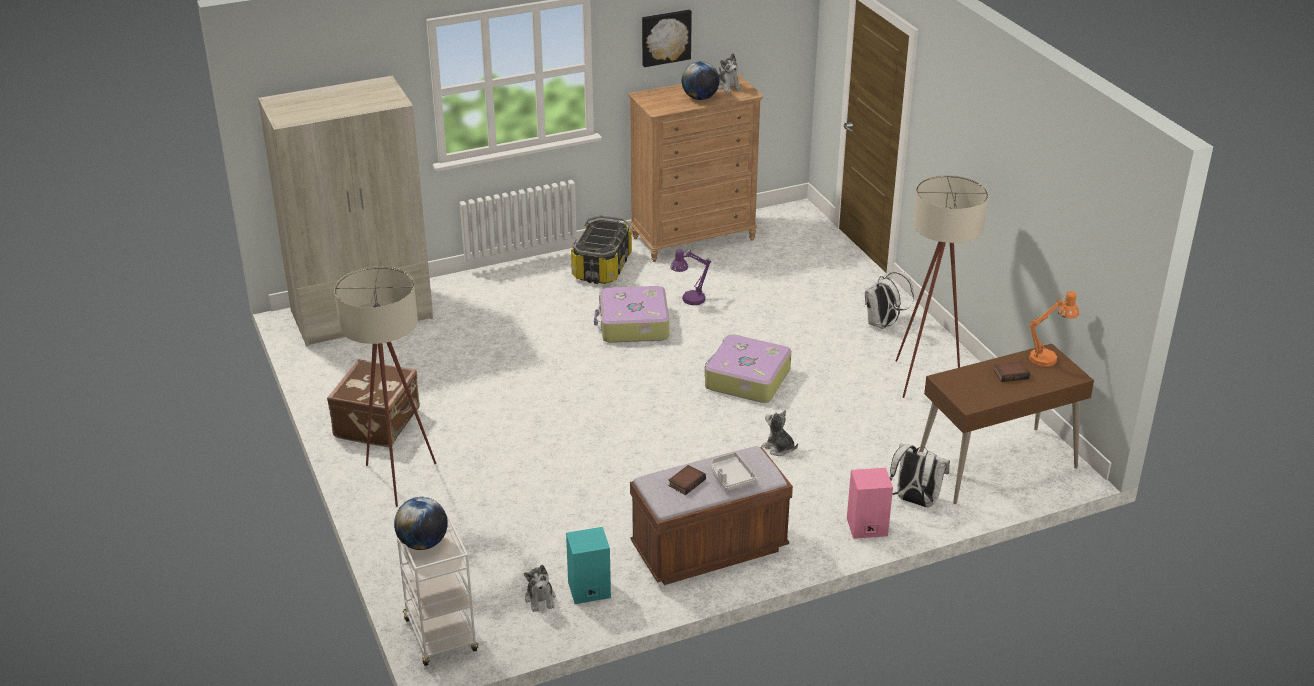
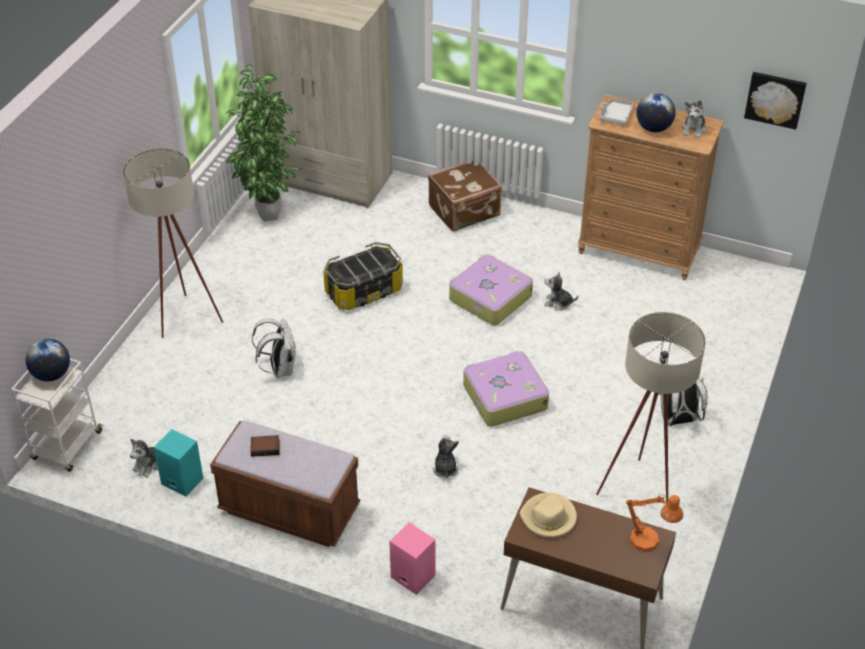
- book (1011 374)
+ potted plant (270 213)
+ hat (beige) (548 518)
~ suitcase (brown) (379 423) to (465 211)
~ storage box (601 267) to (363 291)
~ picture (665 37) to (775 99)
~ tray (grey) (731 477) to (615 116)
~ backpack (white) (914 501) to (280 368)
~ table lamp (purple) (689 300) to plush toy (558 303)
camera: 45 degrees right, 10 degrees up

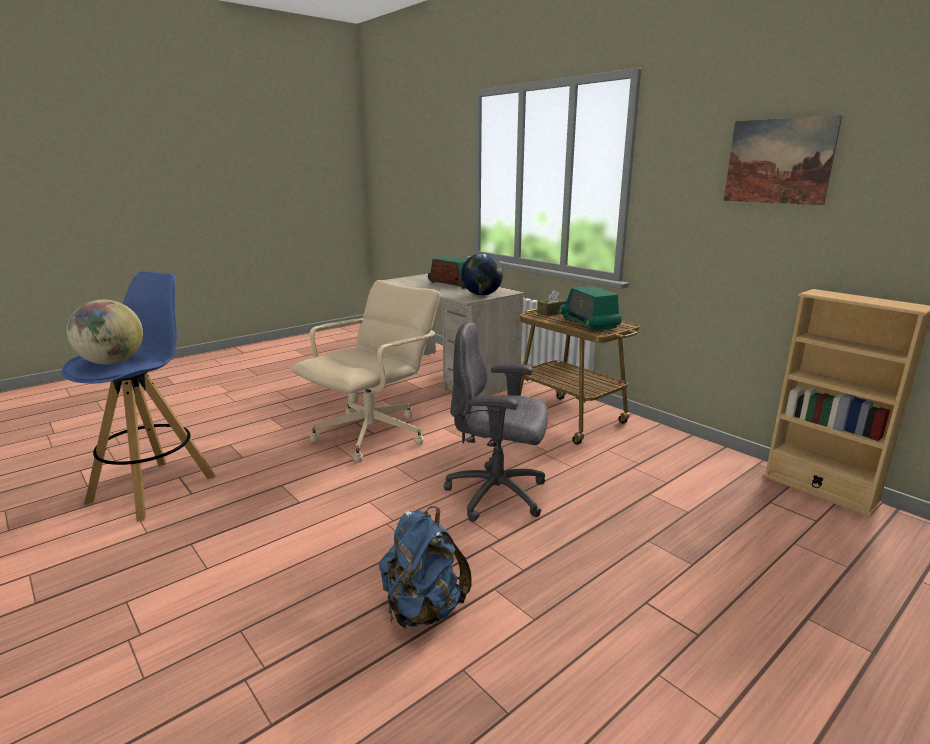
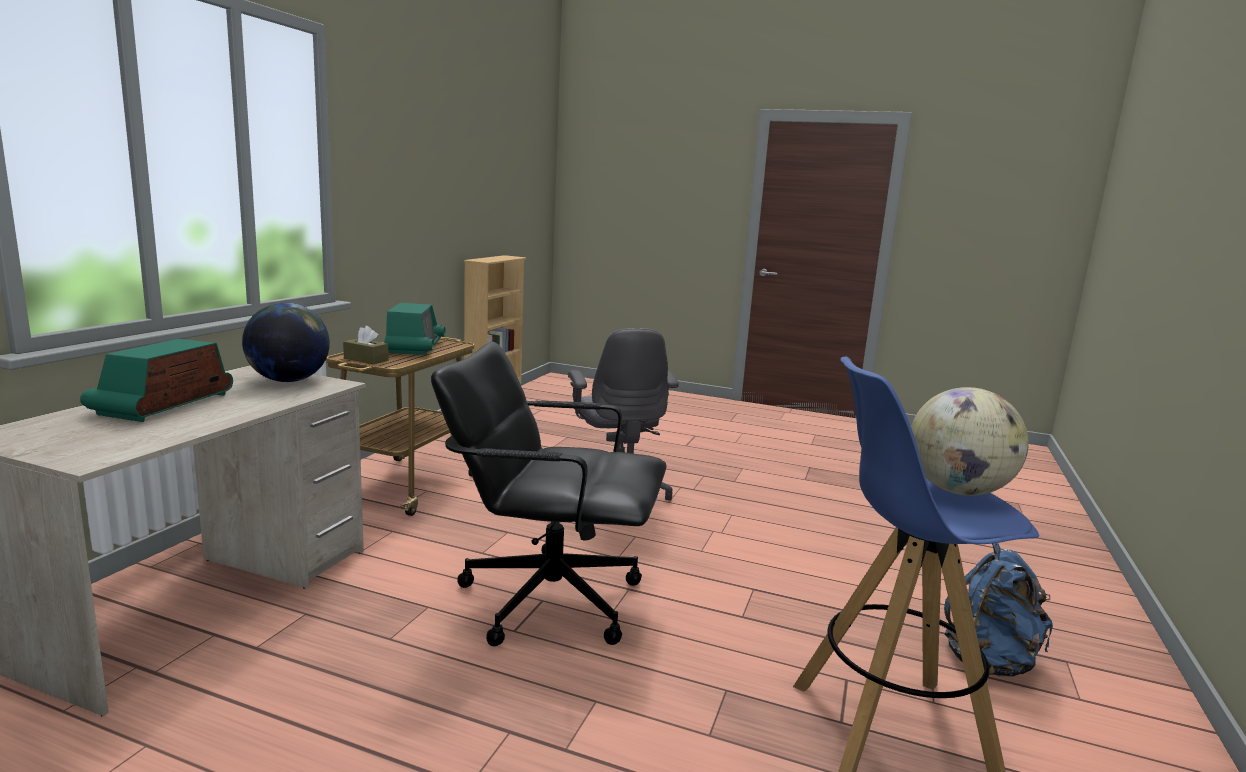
- picture (778 161)
~ backpack (blue) (423 609) to (990 662)
~ office chair (beige) (373 435) to office chair (black) (549 598)
~ radio (588 322) = (415 346) 45 degrees counterclockwise
camera: 120 degrees left, 5 degrees down

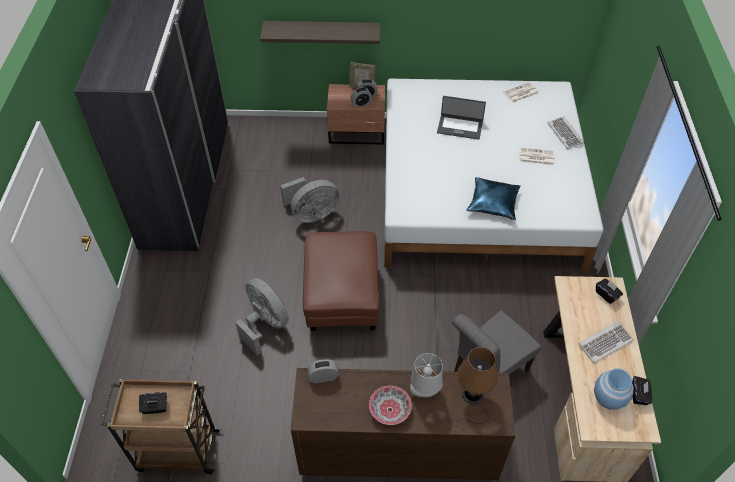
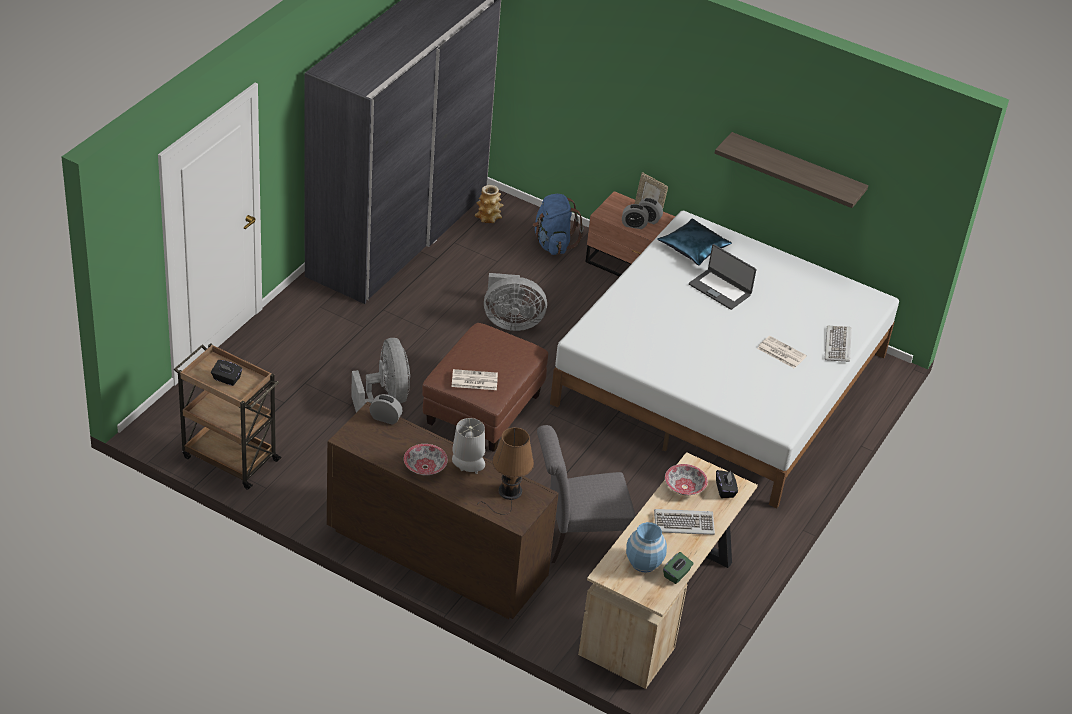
+ vase (488 218)
+ backpack (blue) (553 244)
+ bowl (685 487)
~ shelf (322 31) to (796 170)
~ pillow (blue) (493 203) to (694 248)
~ newspaper (520 93) to (474 380)
~ tissue box (black) (639 395) to tissue box (green) (677 574)
camera: 25 degrees right, 10 degrees down

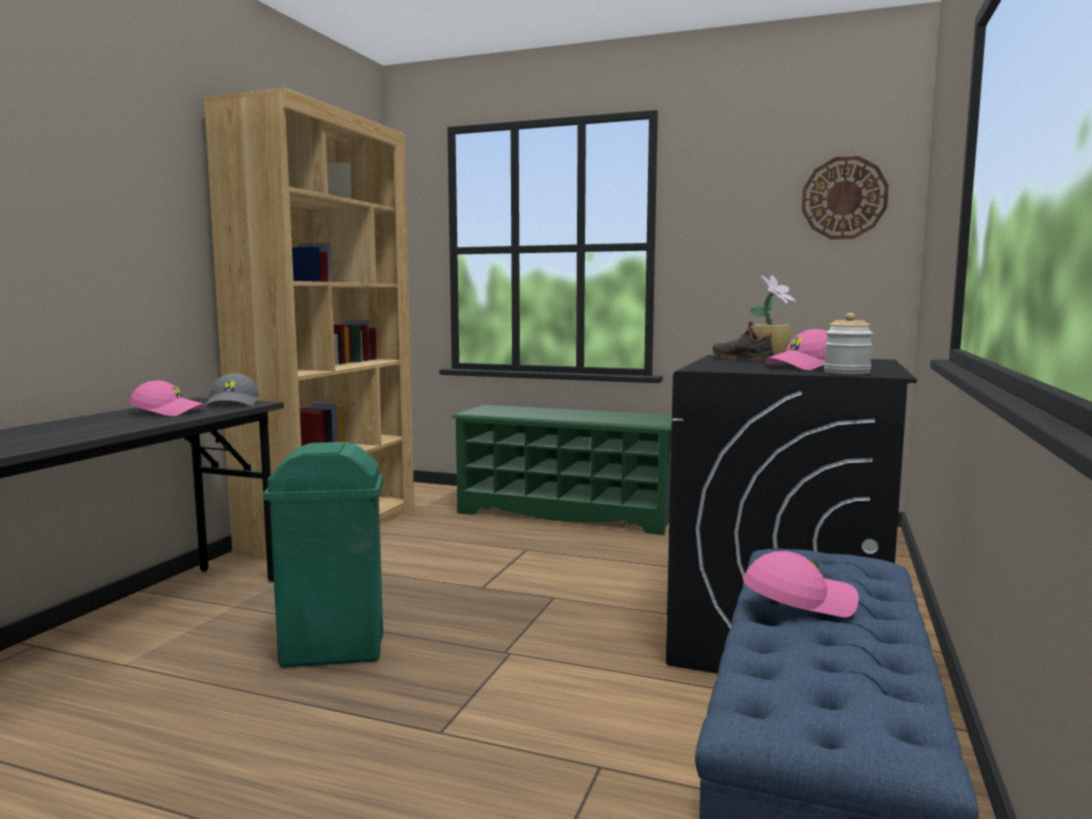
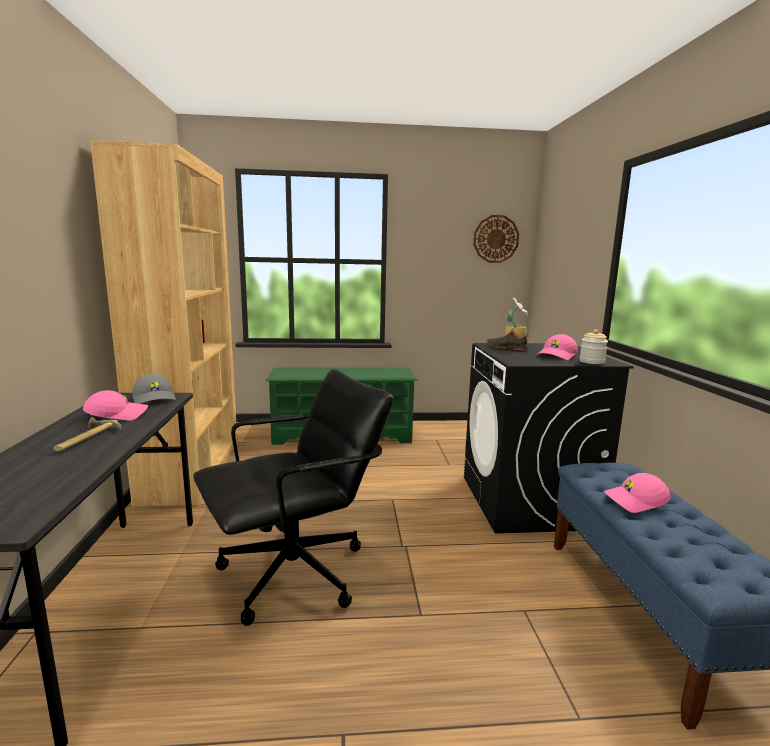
+ hammer (85 439)
~ trash can (green) (334 652) to office chair (black) (295 573)
~ cap (pink) (798 601) = (635 501) 150 degrees counterclockwise
camera: 25 degrees left, 5 degrees up

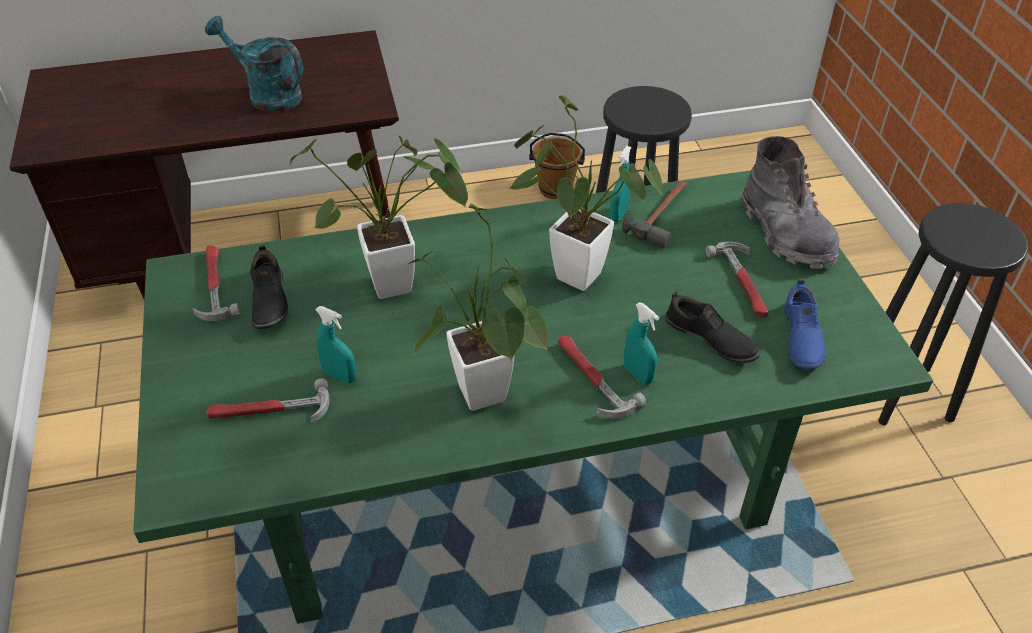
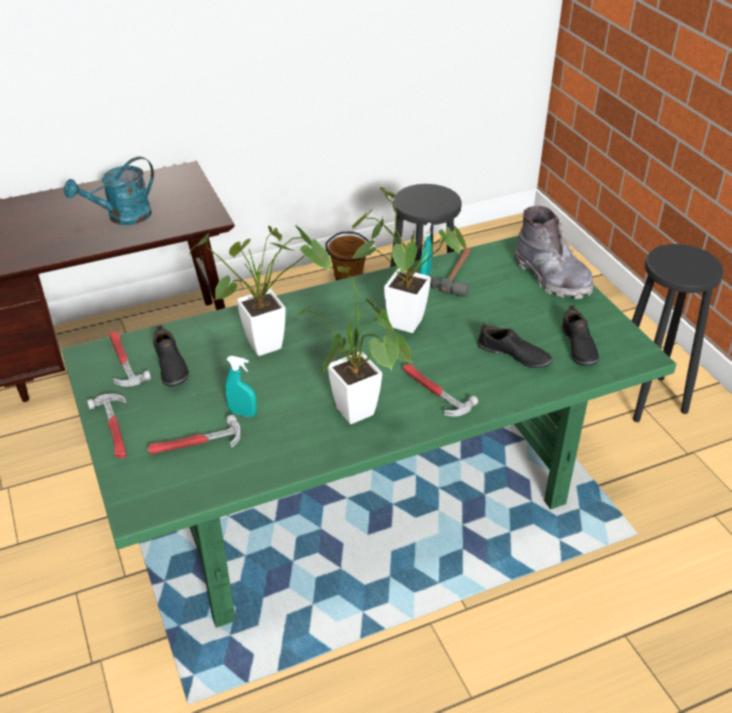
- spray bottle (turquoise) (638 374)
~ hammer (743 283) to (115 429)
~ shoe (blue) (800 338) to shoe (black) (578 347)
~ watering can (turquoise) (267 95) = (122 217) 60 degrees counterclockwise
camera: 10 degrees left, 5 degrees down

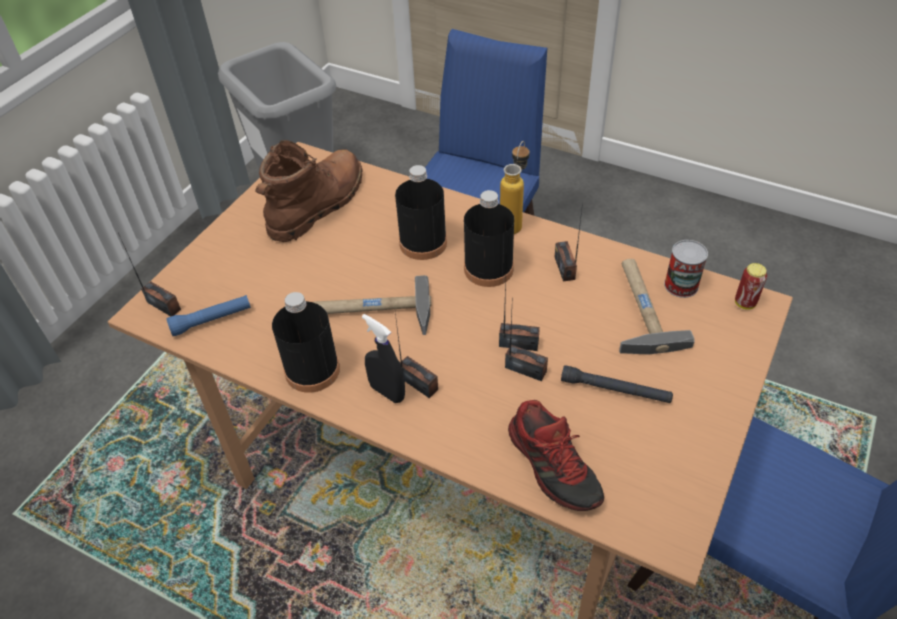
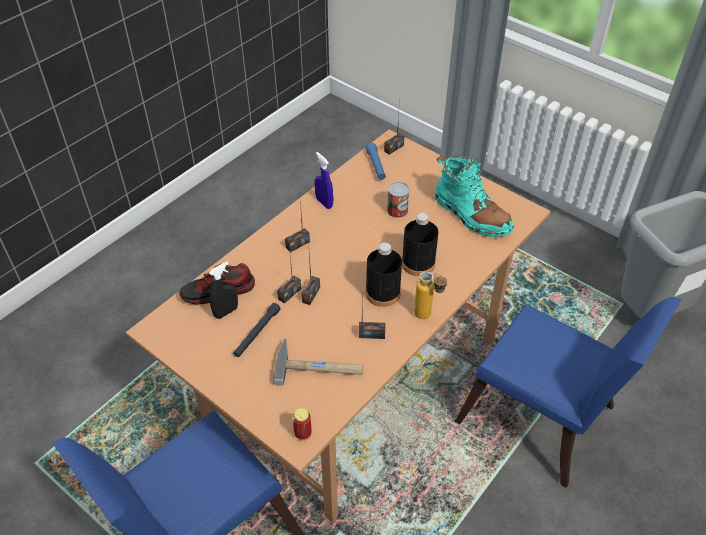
- hammer (372 312)
~ spray bottle (black) (387 392) to (226 312)
~ can (681 285) to (397 210)
~ bottle (black) (312 370) to spray bottle (blue) (324 203)
~ boot (brown) (317 205) to boot (turquoise) (471 215)
camera: 100 degrees right, 0 degrees up

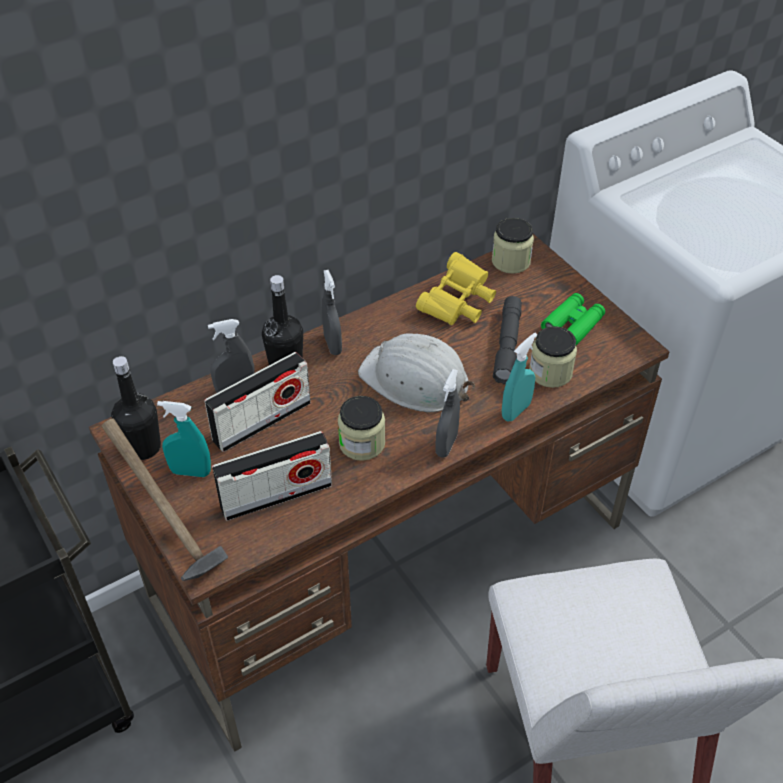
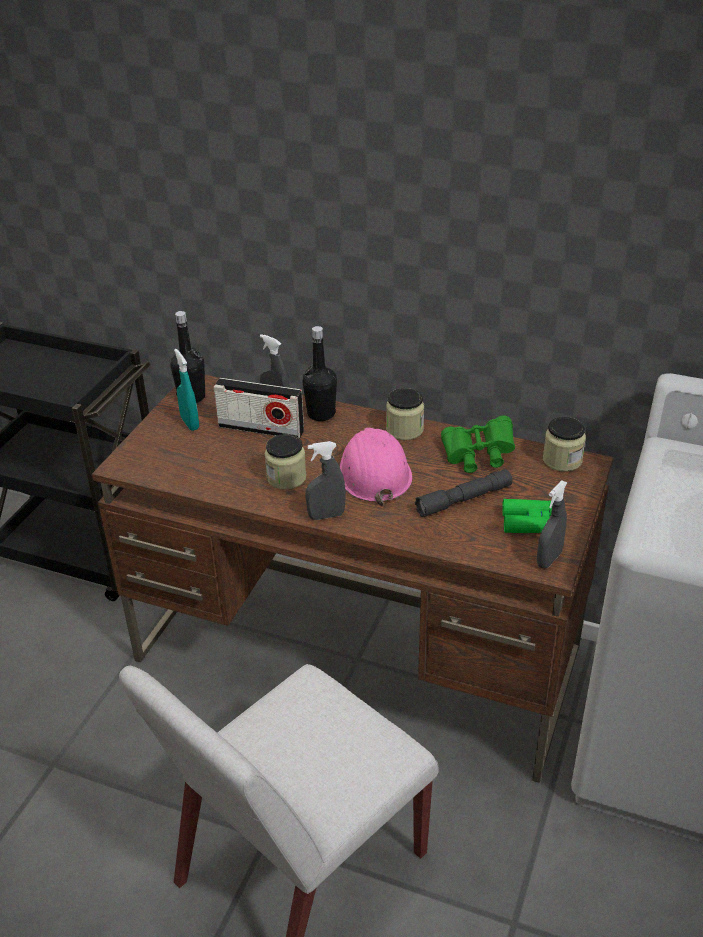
- hammer (170 536)
- radio (276 495)
- spray bottle (turquoise) (516 411)
~ spray bottle (grey) (332 344) to (549 559)
~ jar (550 372) to (404 430)
~ hard hat (white) (415 380) to hard hat (pink) (374 473)
~ binoculars (yellow) (457 304) to binoculars (green) (478 456)
camera: 55 degrees right, 10 degrees down

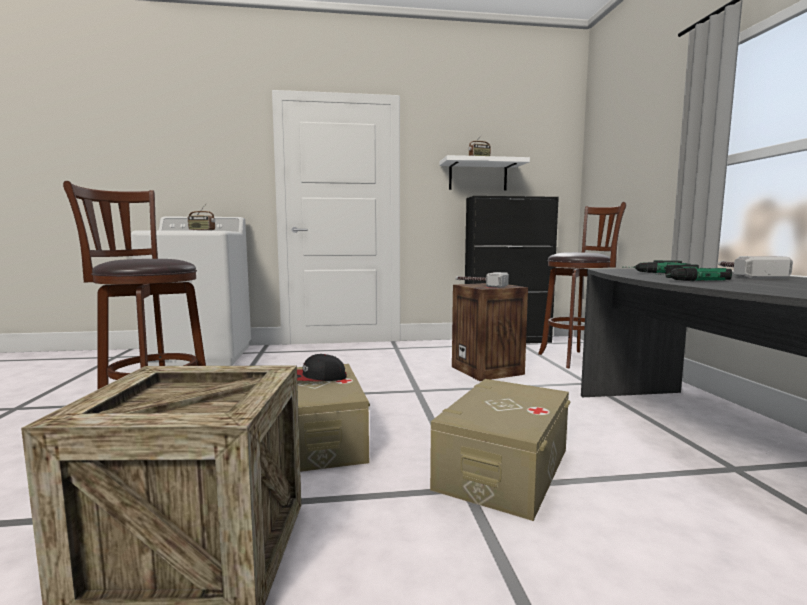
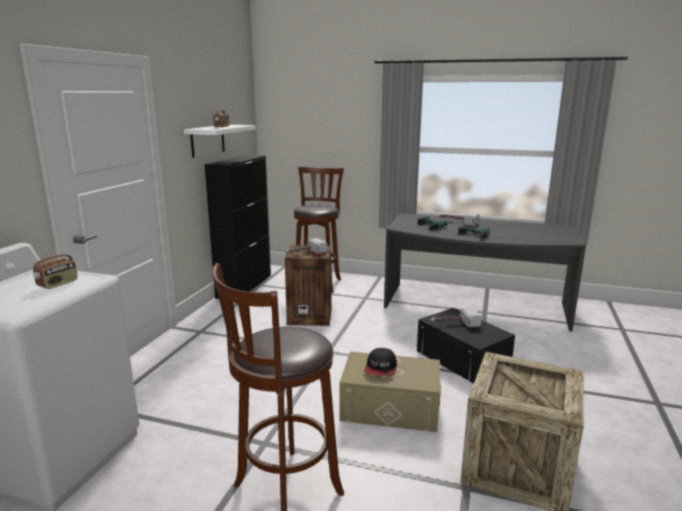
+ hammer (454 323)
~ storage box (beige) (503 468) to storage box (black) (462 359)
camera: 65 degrees left, 10 degrees up

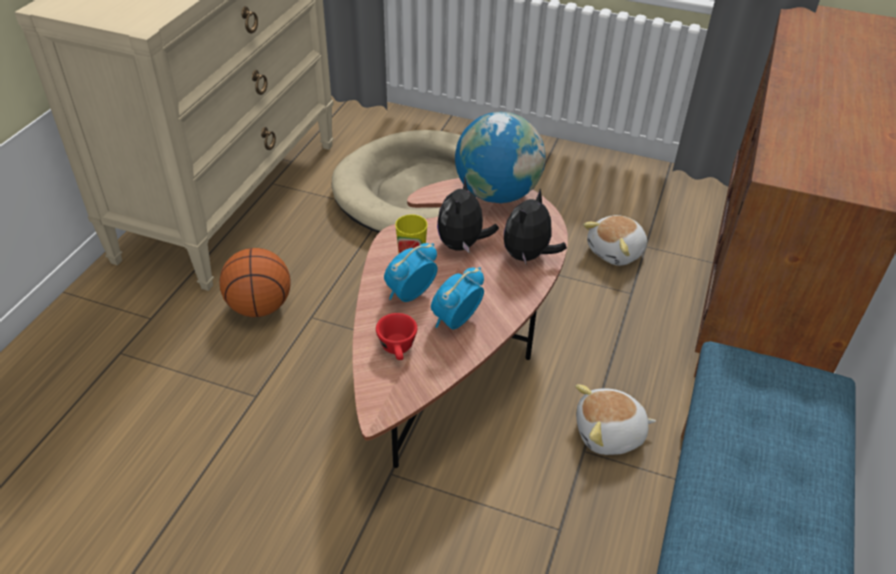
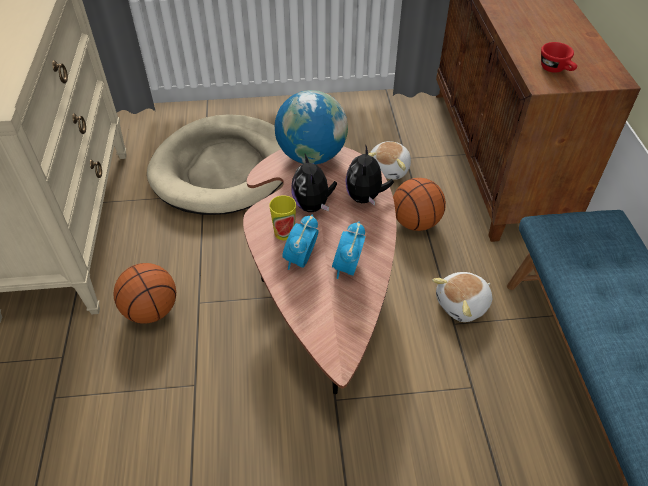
+ basketball (415 222)
~ cup (red) (398 349) to (556 70)
camera: 25 degrees left, 5 degrees up

